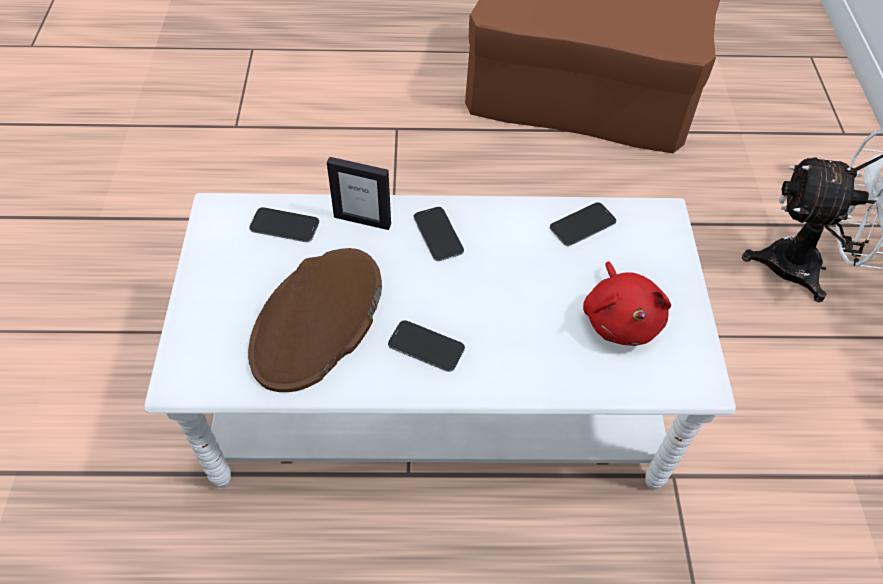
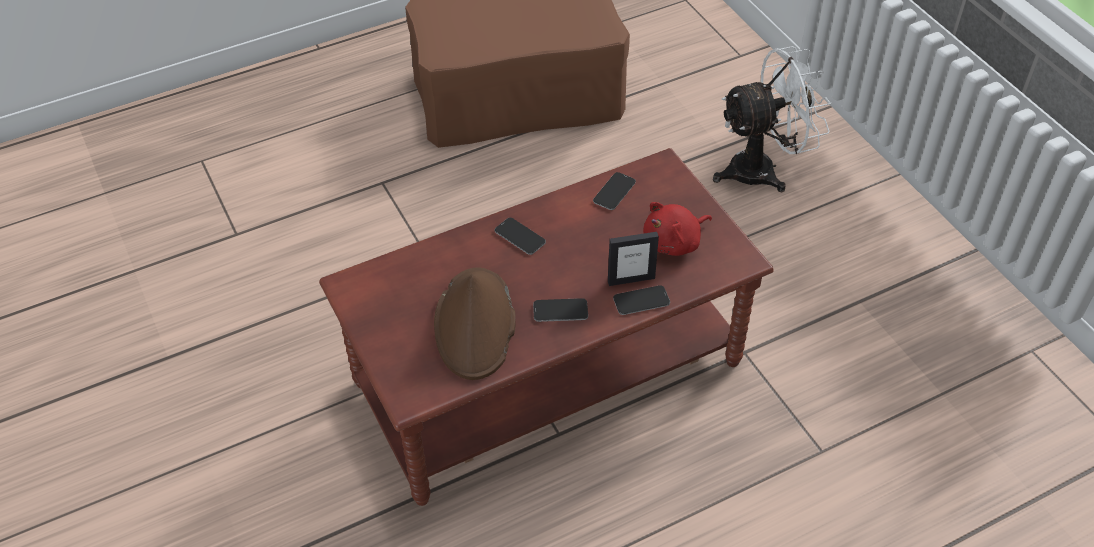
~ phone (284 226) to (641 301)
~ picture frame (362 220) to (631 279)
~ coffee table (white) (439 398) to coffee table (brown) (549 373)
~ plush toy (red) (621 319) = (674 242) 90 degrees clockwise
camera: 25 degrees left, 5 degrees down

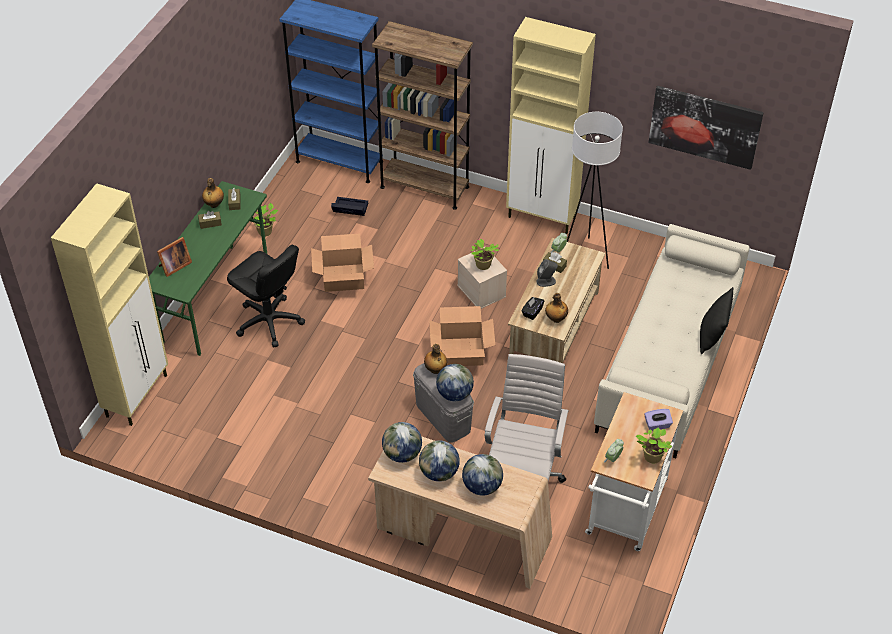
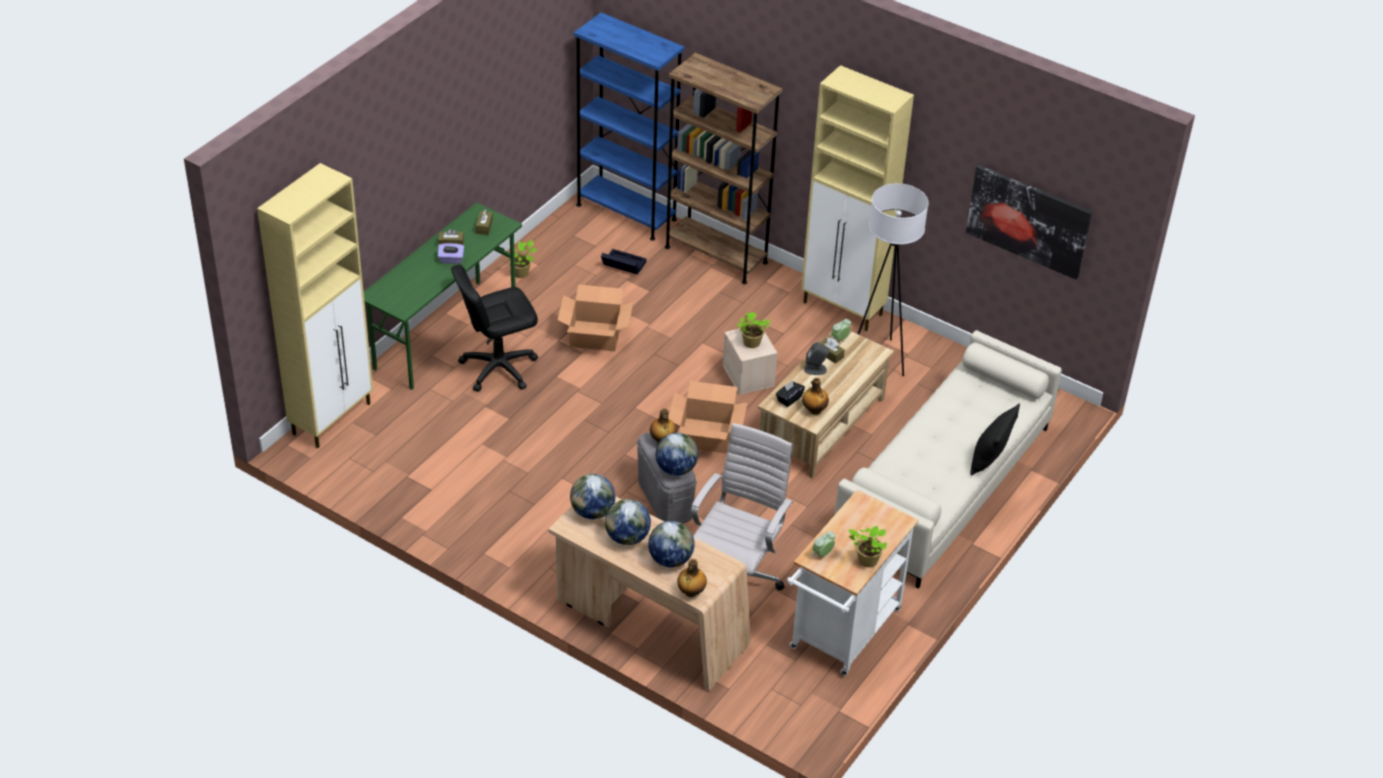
- picture frame (174 266)
~ bottle (214 204) to (691 592)
~ tissue box (purple) (657 425) to (451 260)
~ office chair (black) (269 322) = (498 368) 105 degrees clockwise
camera: 10 degrees right, 5 degrees down

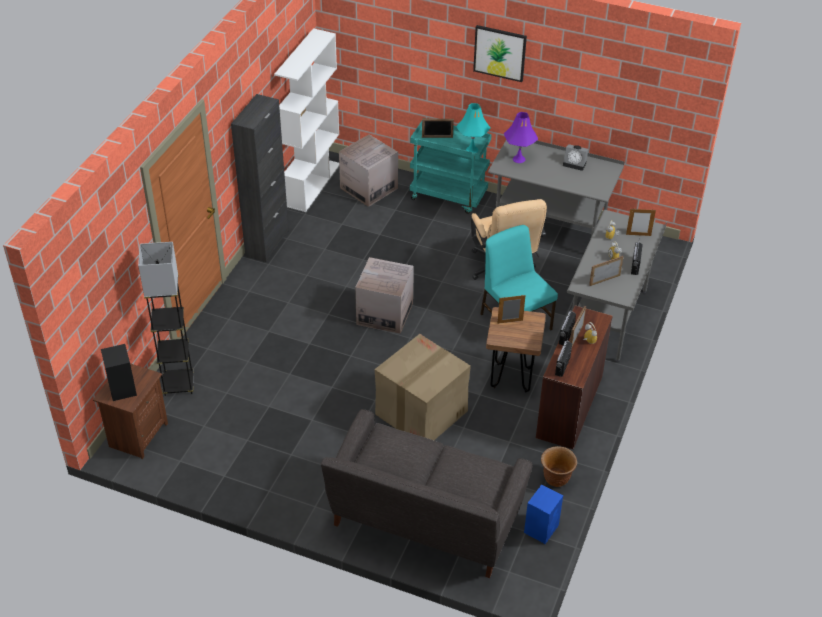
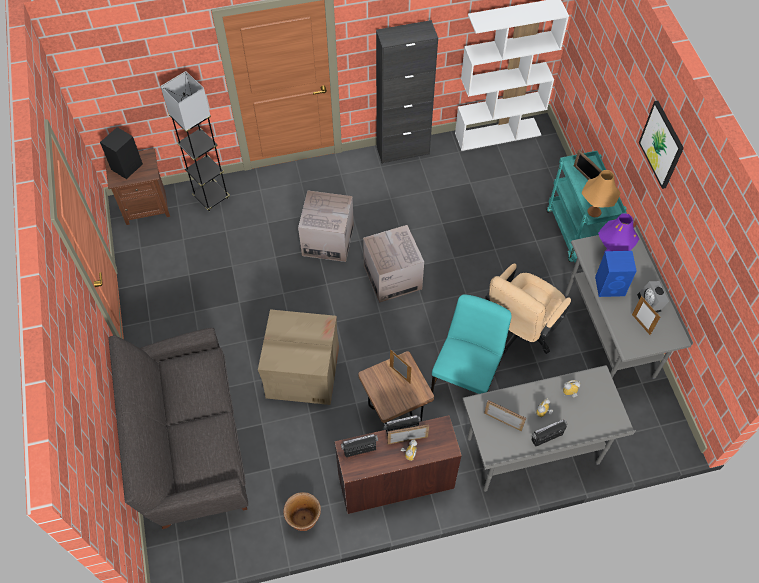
~ cardboard box (369 188) to (328 240)
~ speaker (blue) (541 528) to (610 286)
~ picture frame (638 235) to (641 324)
~ table lamp (turquoise) (472 150) to table lamp (orange) (594 211)
camera: 55 degrees right, 15 degrees up

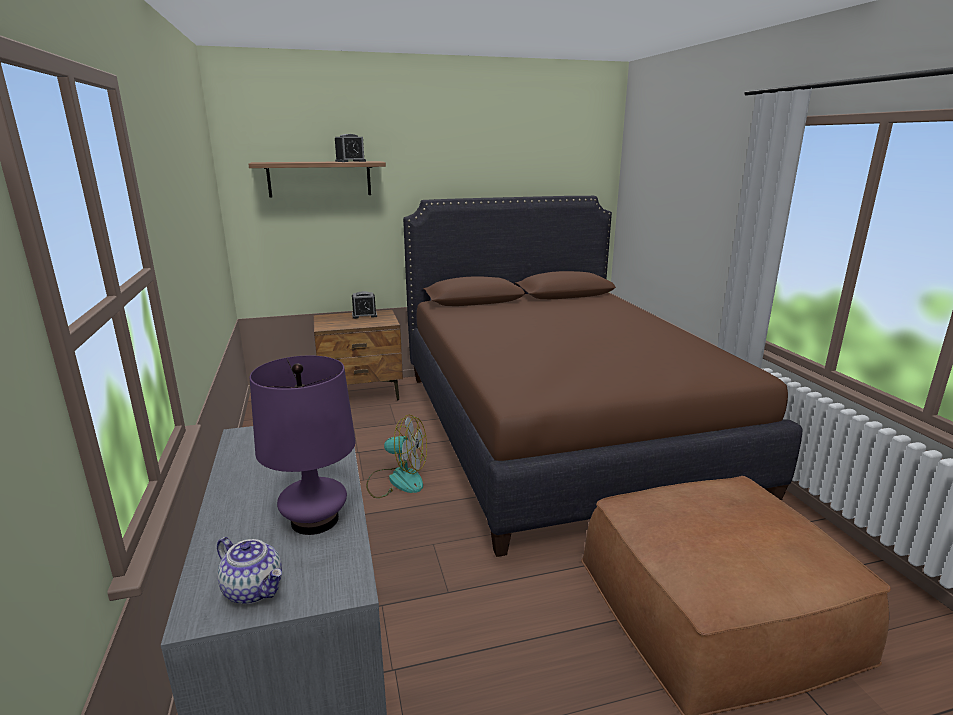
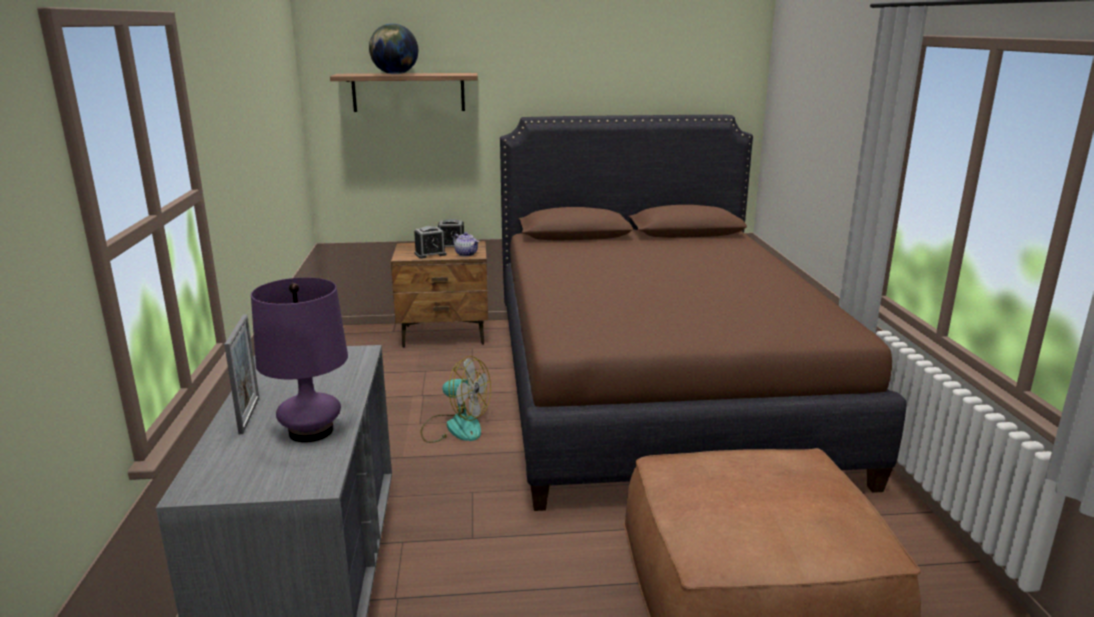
+ picture frame (249 415)
+ globe (395 74)
~ teapot (254 589) to (466 254)
~ alarm clock (350 161) to (430 254)
camera: 10 degrees right, 0 degrees up

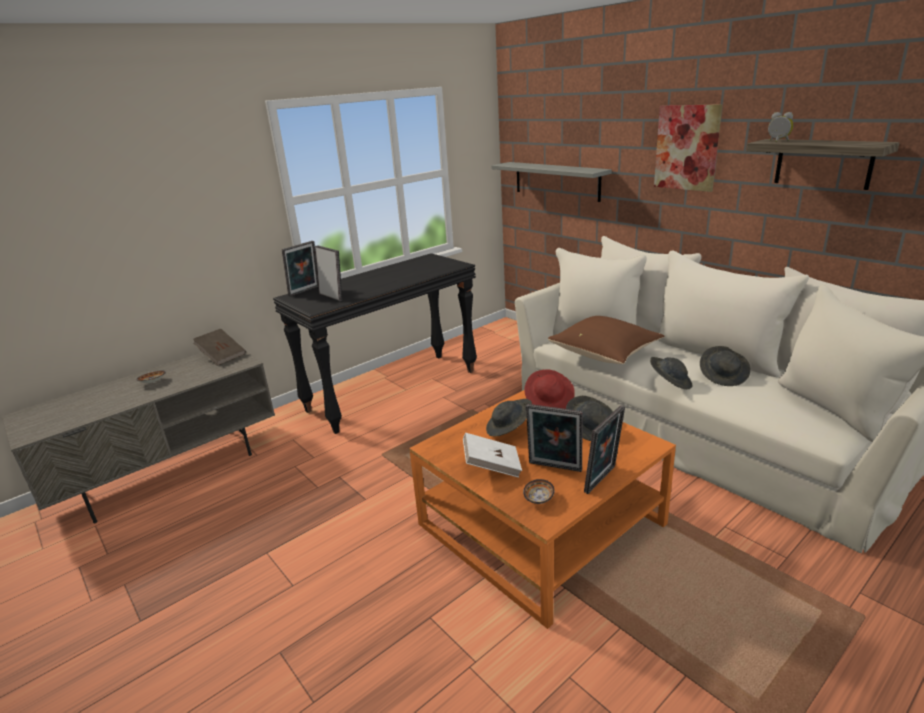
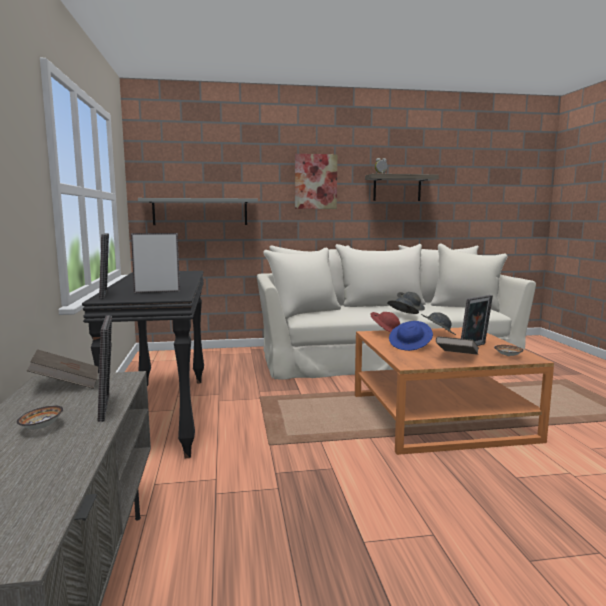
- pillow (brown) (606 354)
~ picture frame (603 480) to (108 408)
~ book (white) (492 466) to book (brown) (456 357)
~ hat (grey) (509 429) to hat (blue) (410 346)
camera: 60 degrees left, 15 degrees down

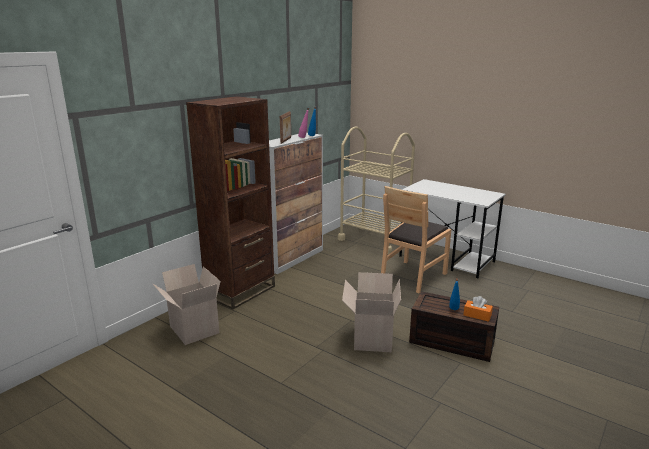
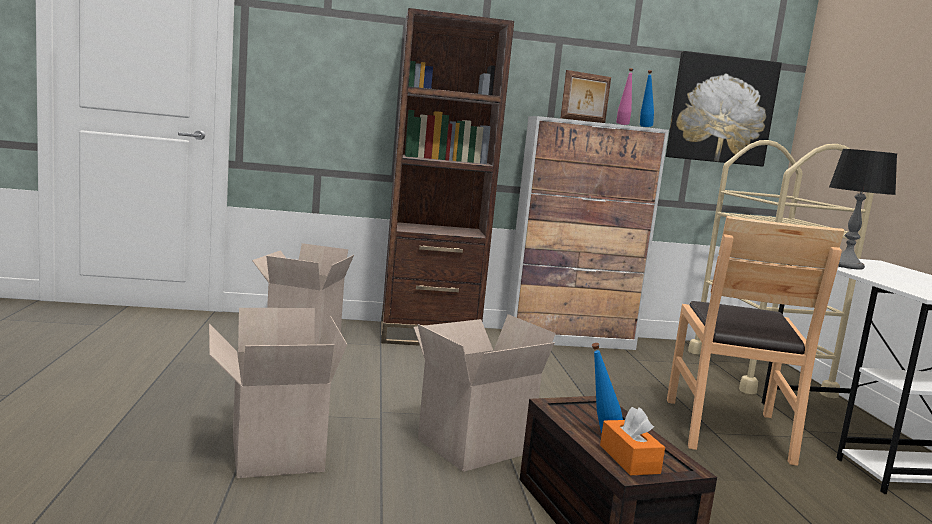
+ cardboard box (272 451)
+ picture (721 110)
+ table lamp (846 266)
~ chair (brown) (413 276) = (728 429) 75 degrees counterclockwise
camera: 45 degrees right, 10 degrees down

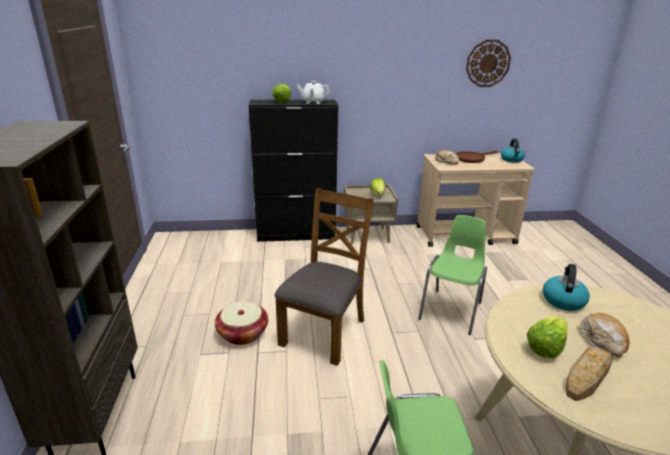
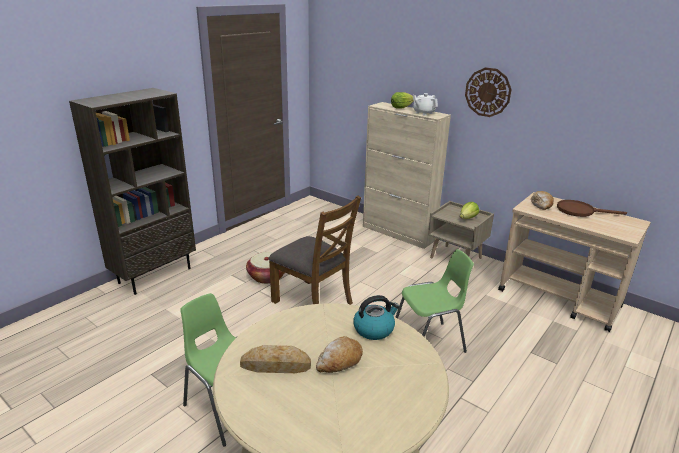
- kettle (512 160)
- lettuce (545 348)
~ wall clock (488 63) to (487 92)
~ cabinet (black) (296 234) to cabinet (beige) (398 233)
~ chair (brown) (324 331) = (313 302) 60 degrees clockwise
camera: 45 degrees right, 0 degrees up

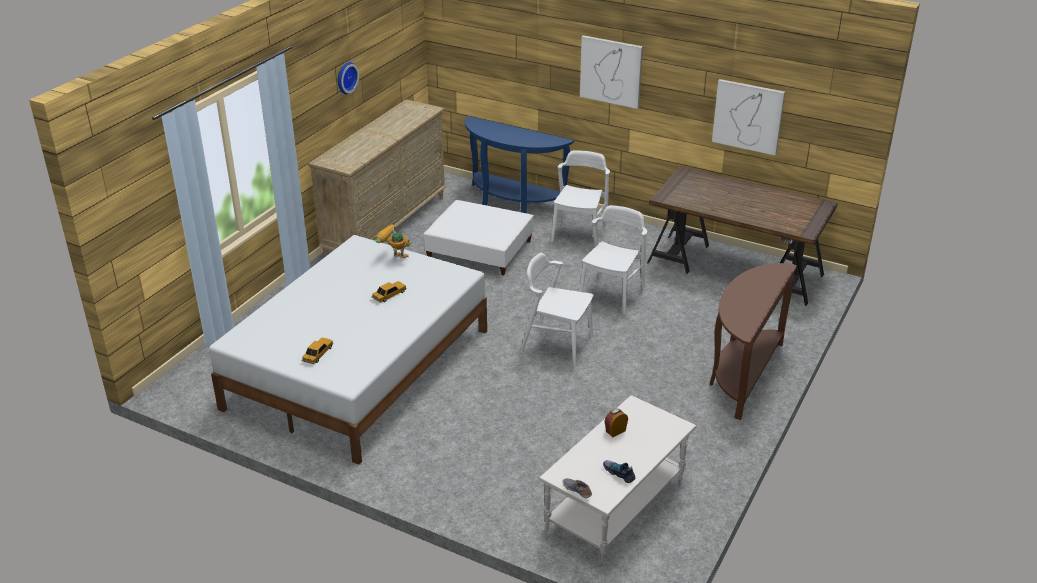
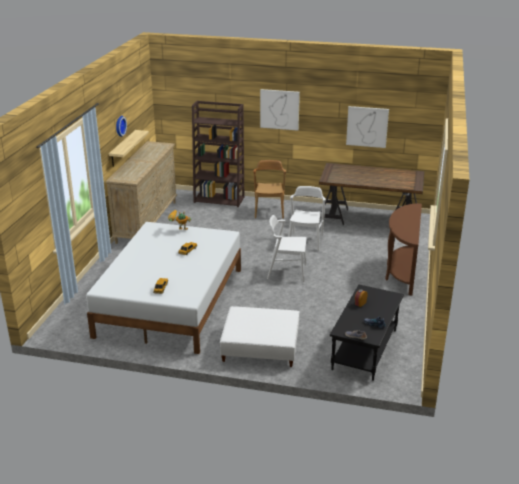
+ shelf (123 148)
~ ottoman (white) (480 250) to (261 346)
~ console table (blue) (512 202) to bookcase (brown) (219 199)
~ coffee table (white) (616 505) to coffee table (black) (365 350)
~ chair (white) (579 233) to chair (brown) (269 211)
camera: 15 degrees left, 5 degrees down

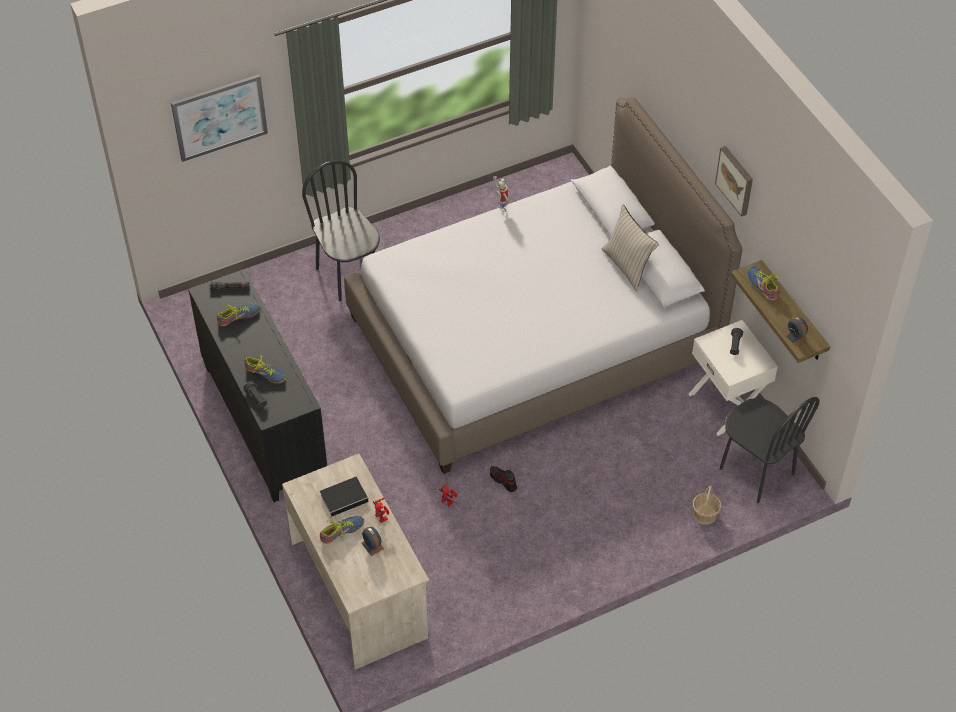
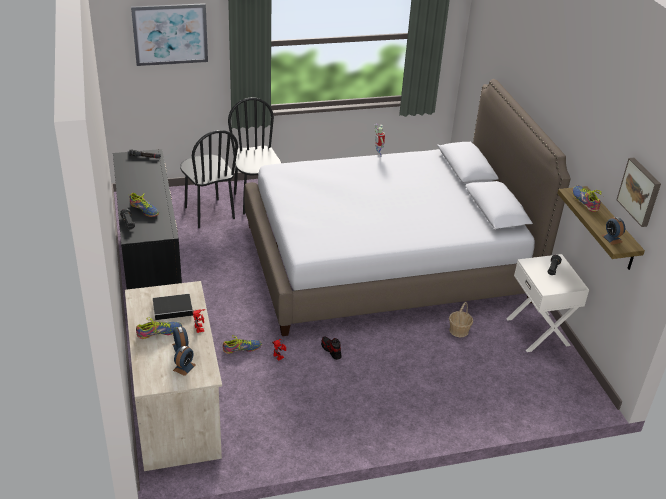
- pillow (beige) (627 266)
+ alarm clock (184 367)
~ shoe (238 316) to (242 348)
~ basket (705 514) to (459 330)
~ picture (736 180) to (640 191)
~ chair (black) (756 472) to (209 213)
camera: 10 degrees right, 15 degrees down

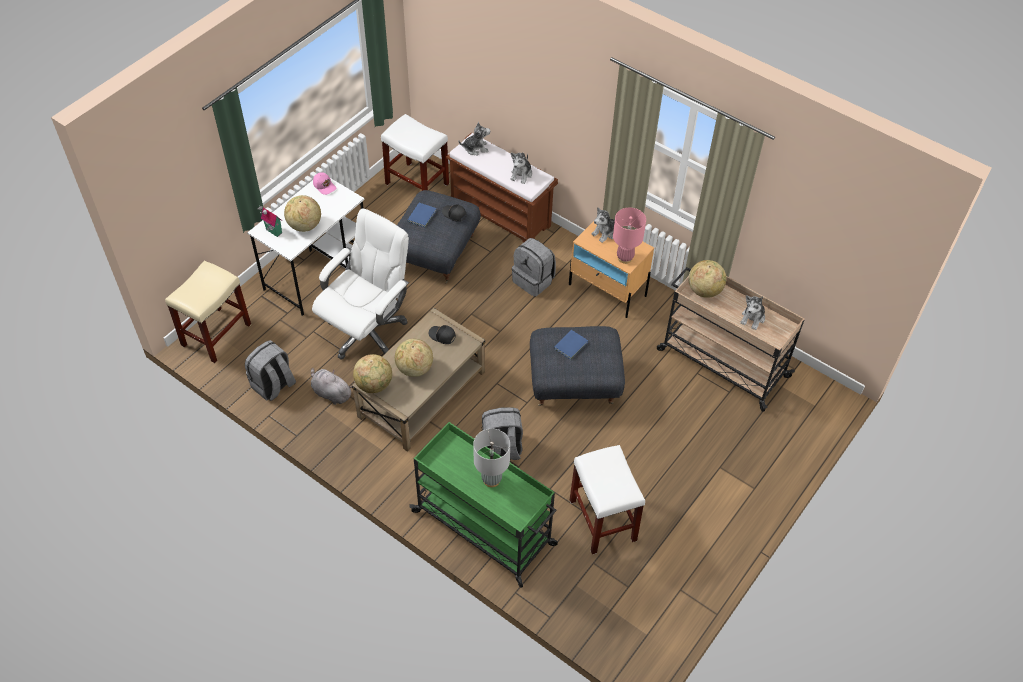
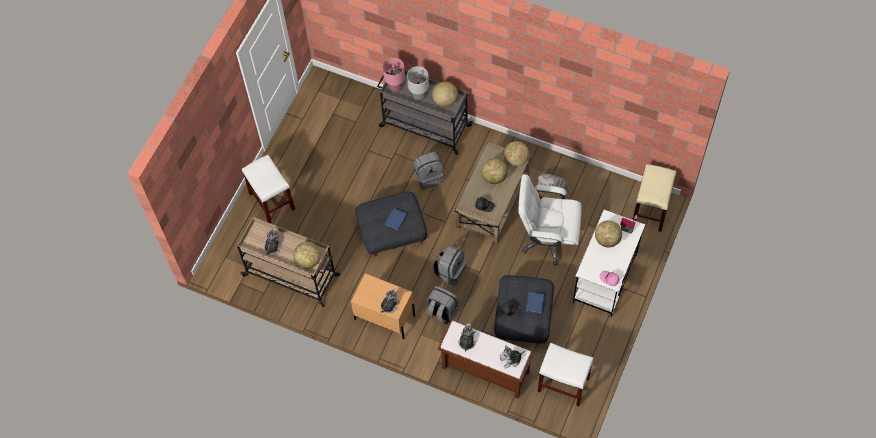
+ globe (445 100)
~ backpack (grey) (273 386) to (450 271)
~ stool (white) (603 521) to (271 201)
~ table lamp (pink) (624 258) to (395 88)
~ cart (green) (485 529) to cart (grey) (424 126)
~ office chair (white) (367 331) = (547 239) 75 degrees clockwise
camera: 170 degrees right, 10 degrees up

